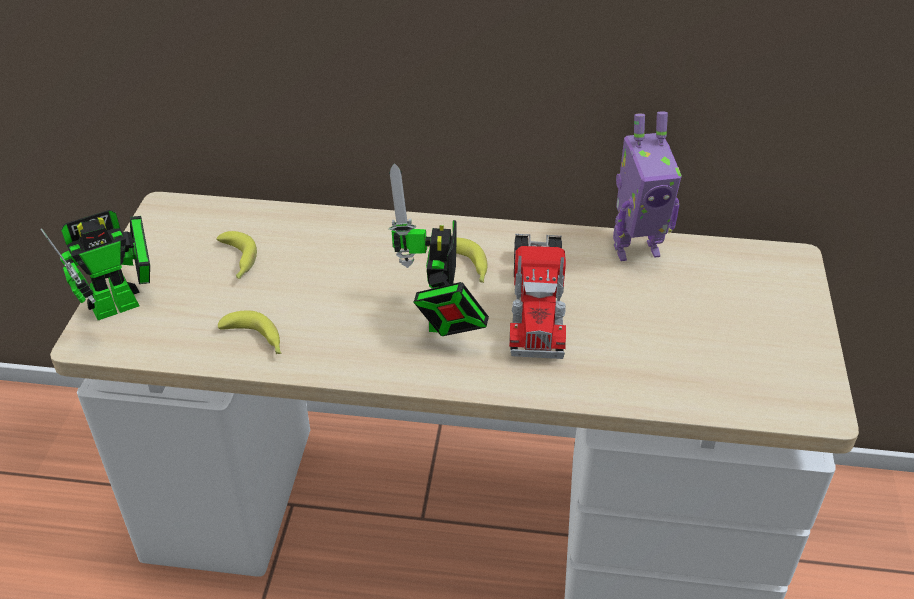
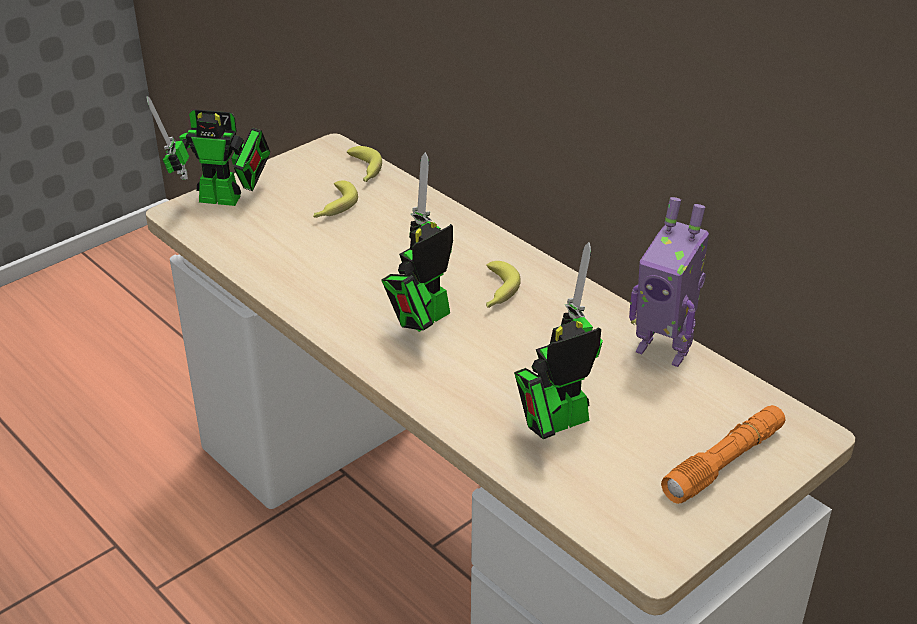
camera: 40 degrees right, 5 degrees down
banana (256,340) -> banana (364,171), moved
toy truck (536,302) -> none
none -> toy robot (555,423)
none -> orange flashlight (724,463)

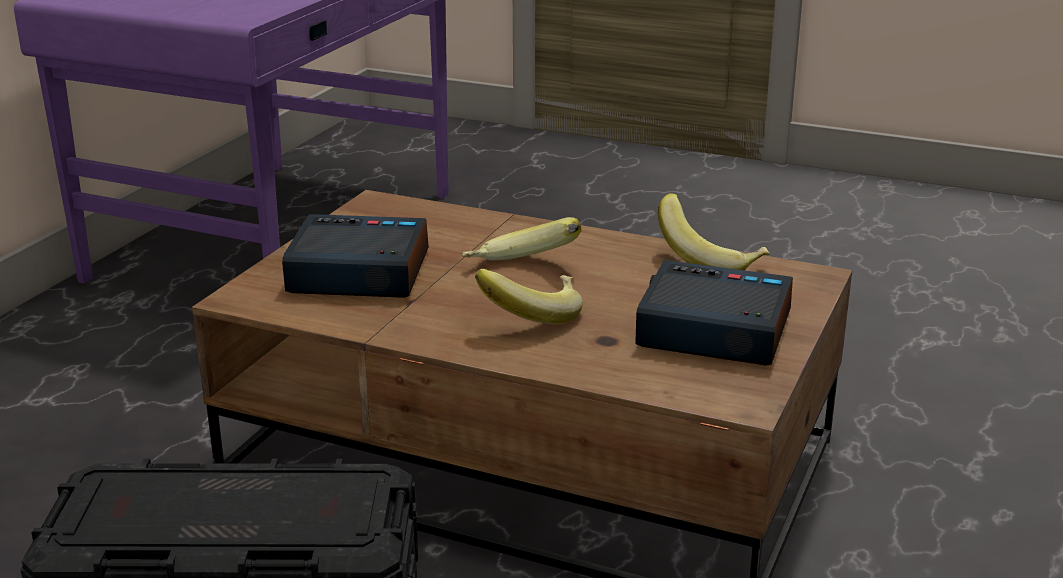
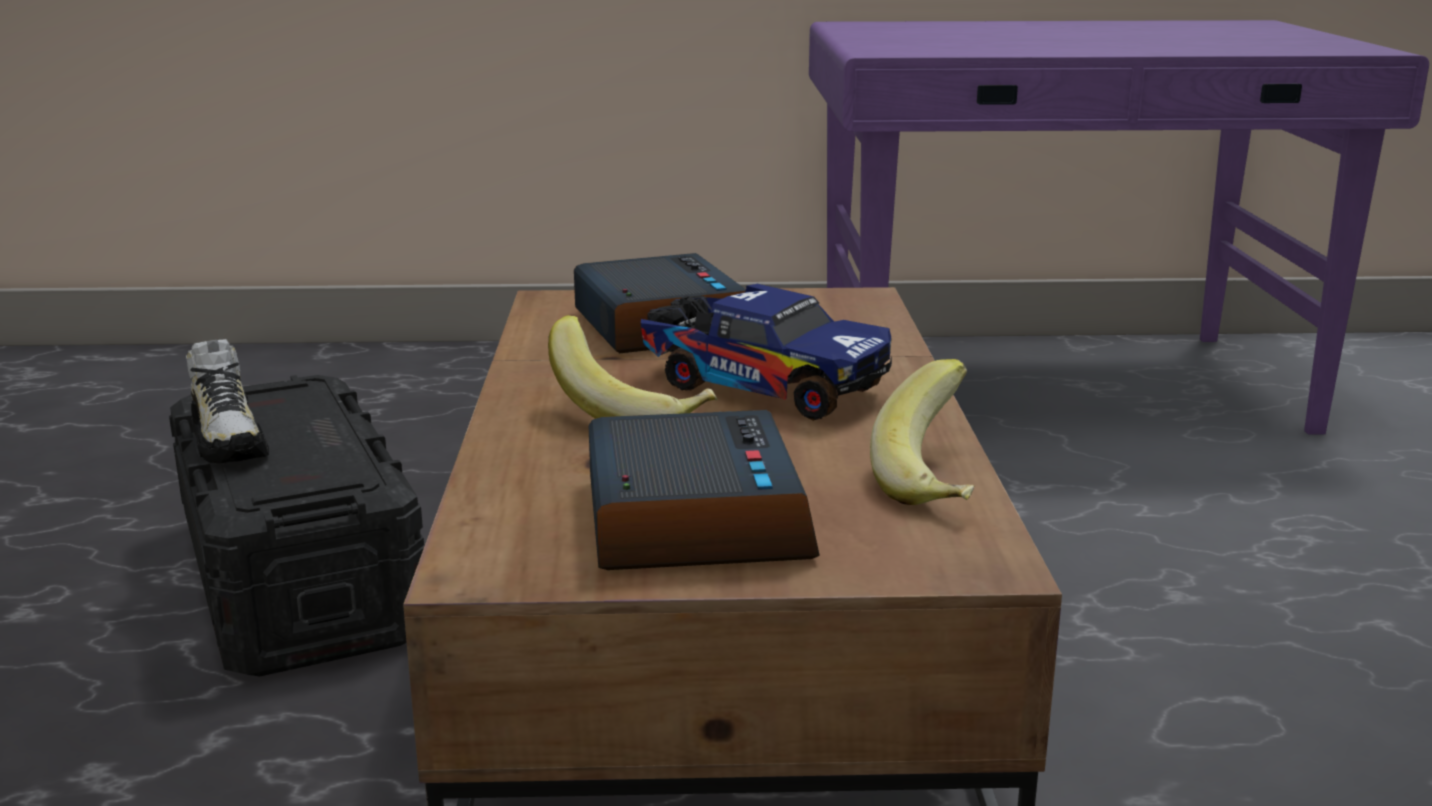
camera: 65 degrees right, 5 degrees down
banana (521,270) -> toy truck (760,387)
none -> shoe (229,443)

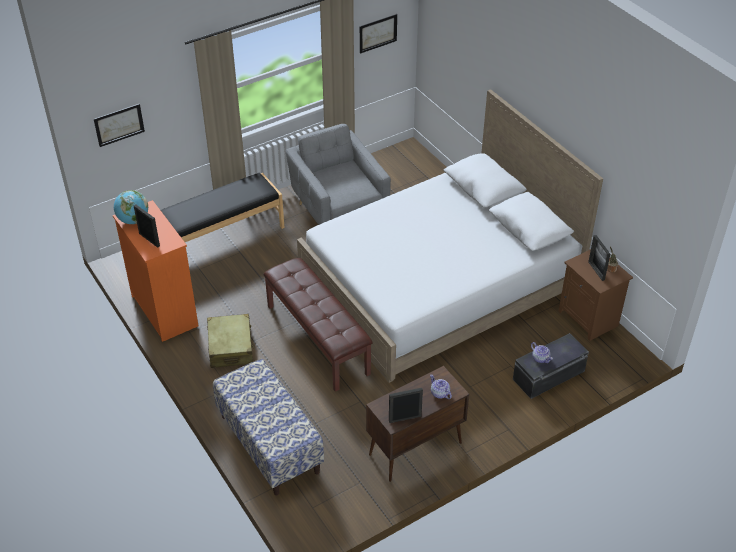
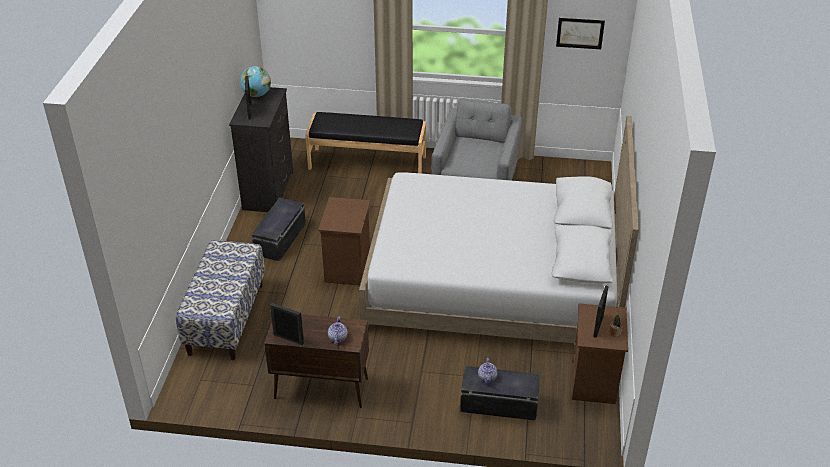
camera: 40 degrees right, 5 degrees down
picture (119,125) -> none
orange dresser (164,310) -> black dresser (269,190)
beige suitcase (231,347) -> black storage box (281,239)
brown bench (318,339) -> brown nightstand (348,269)

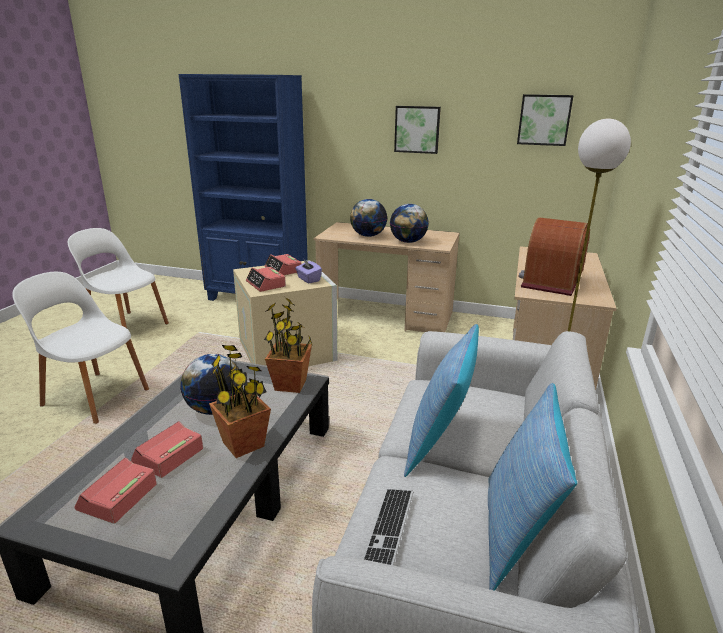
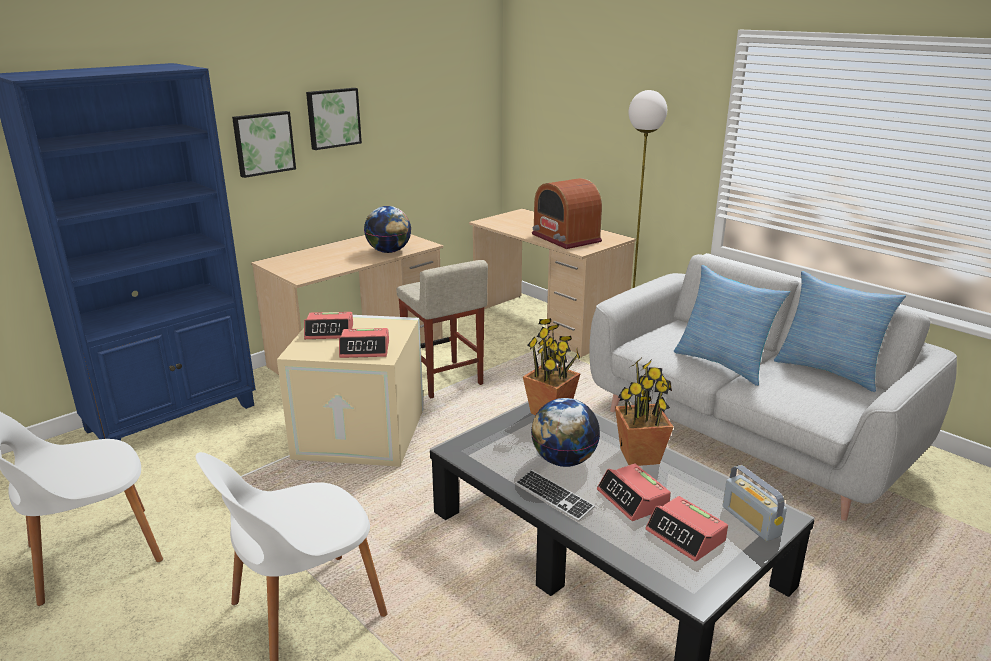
camera: 60 degrees left, 0 degrees up
purple tissue box (308,279) -> none
globe (368,236) -> none
keyboard (389,528) -> keyboard (554,497), moved
picture (544,120) -> picture (263,143), moved
none -> beige stool (443,379)
none -> radio (751,521)

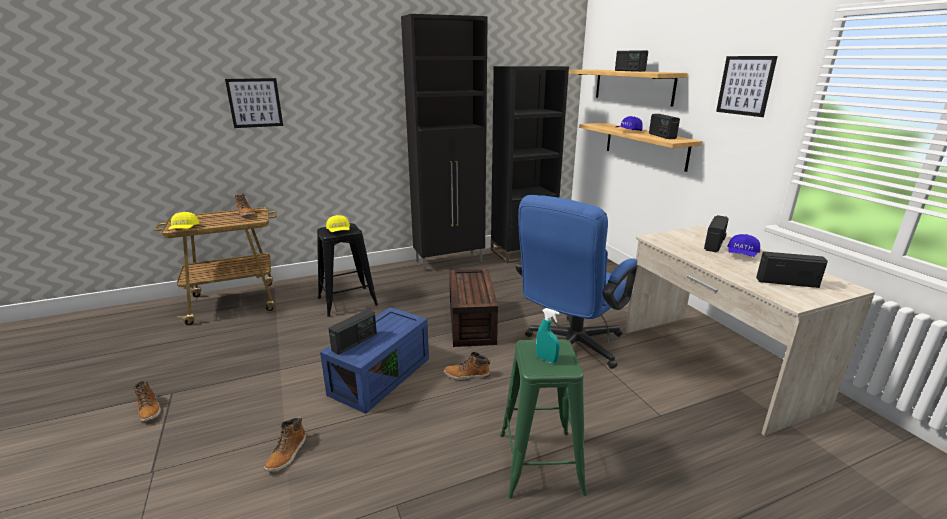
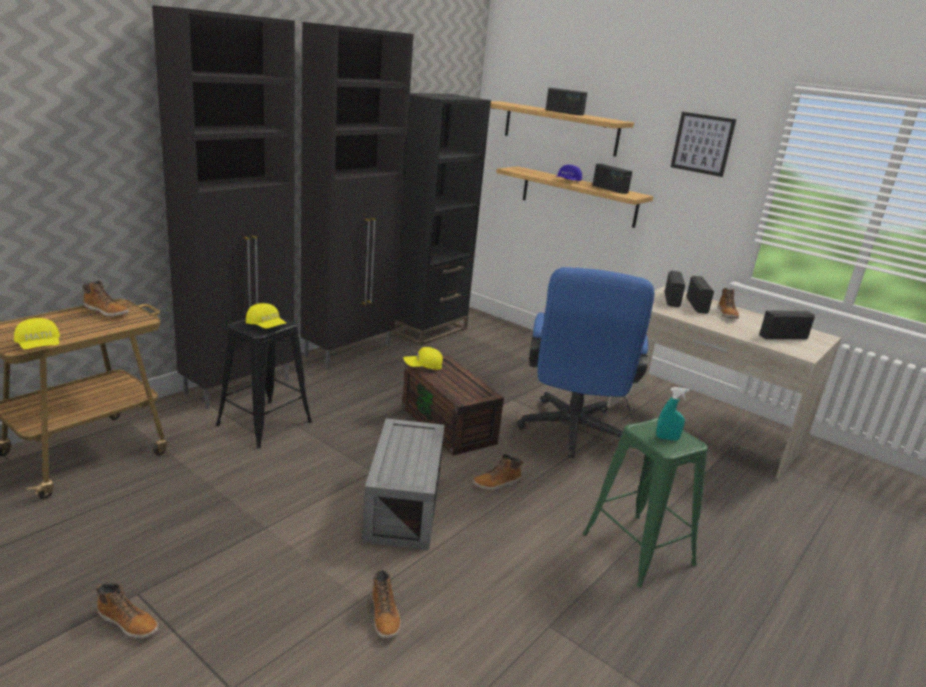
camera: 30 degrees left, 0 degrees up
picture (255,103) -> none
blue storage box (380,375) -> grey storage box (402,504)
radio (355,342) -> radio (672,299), moved
blue cap (741,255) -> boot (727,314)
none -> black cabinet (240,387)
none -> yellow cap (422,366)

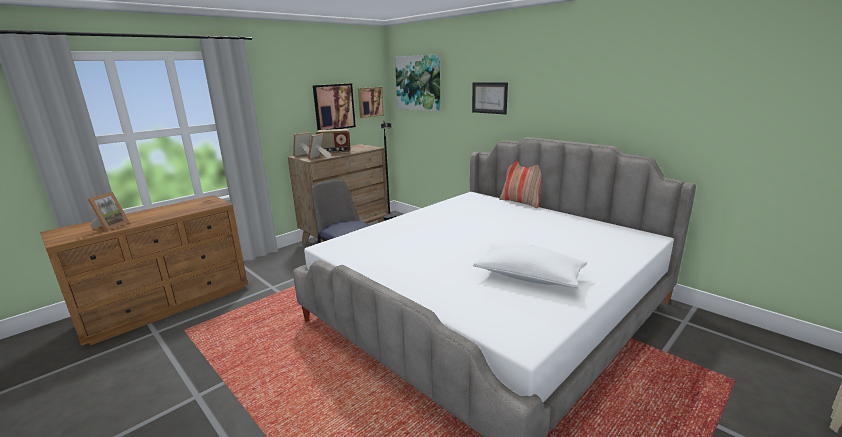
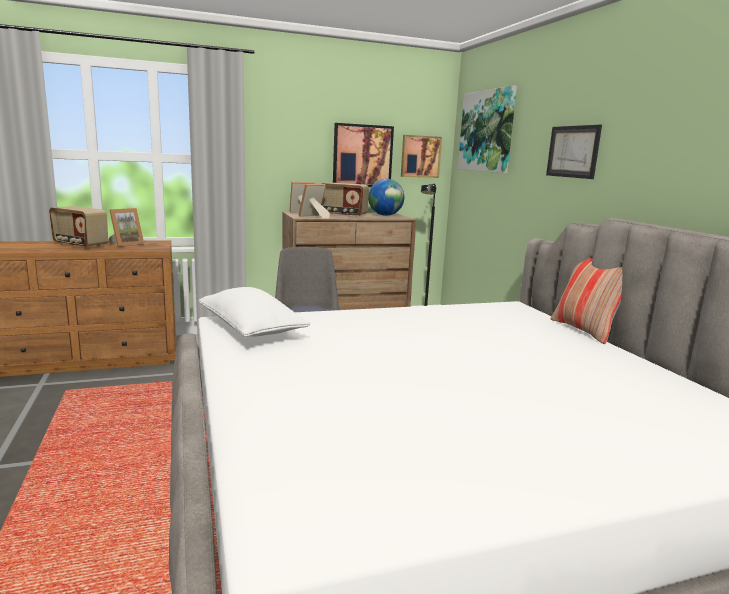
camera: 25 degrees right, 5 degrees down
picture frame (111,226) -> picture frame (126,244), moved
white pillow (529,277) -> white pillow (251,329), moved
none -> radio (80,245)
none -> globe (385,215)

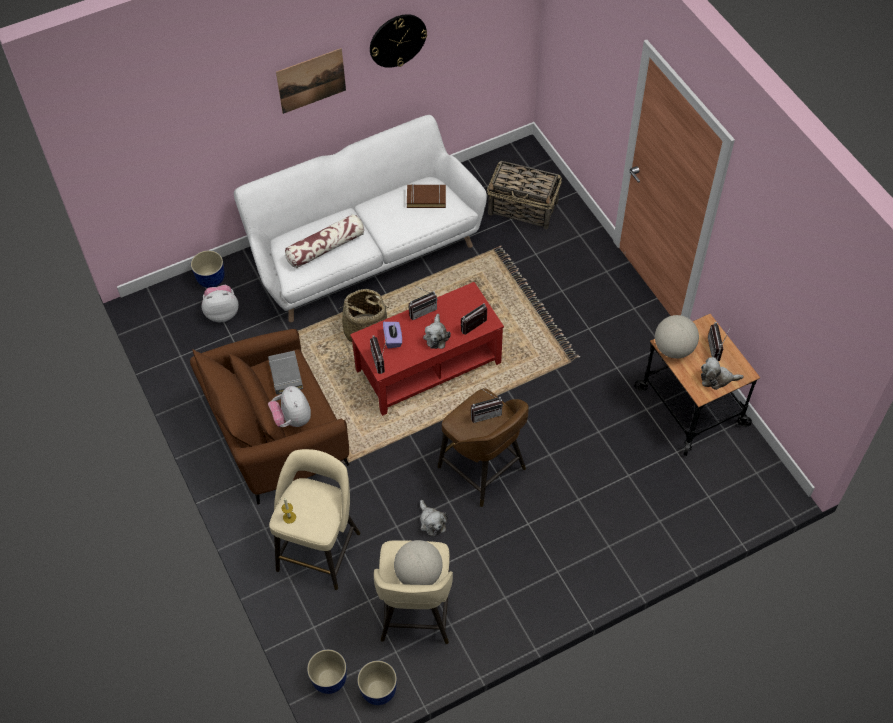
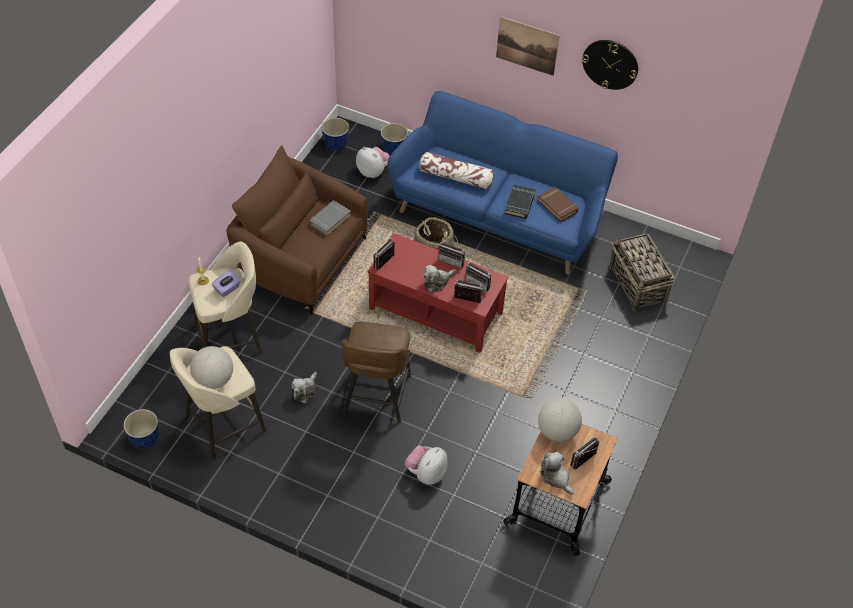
camera: 50 degrees right, 5 degrees down
white sofa (363,251) -> blue sofa (499,214)
plush toy (291,419) -> plush toy (426,473), moved
planter (329,680) -> planter (335,144), moved
purple tissue box (393,339) -> purple tissue box (227,289), moved
radio (485,413) -> radio (479,282), moved
none -> black book (519,204)

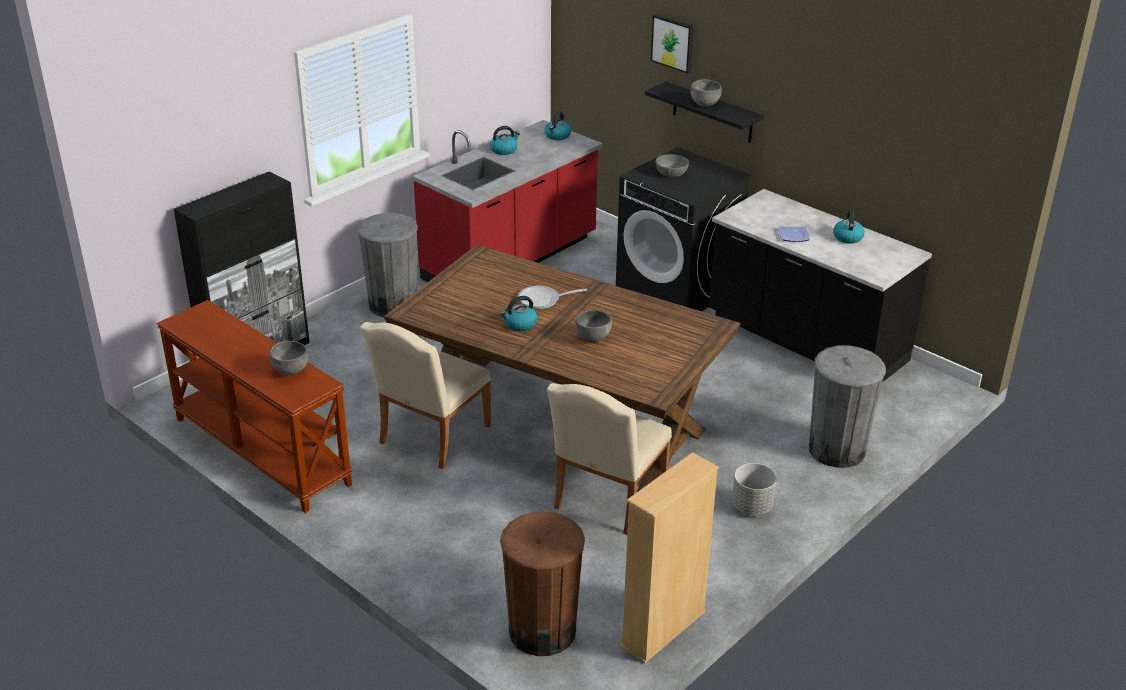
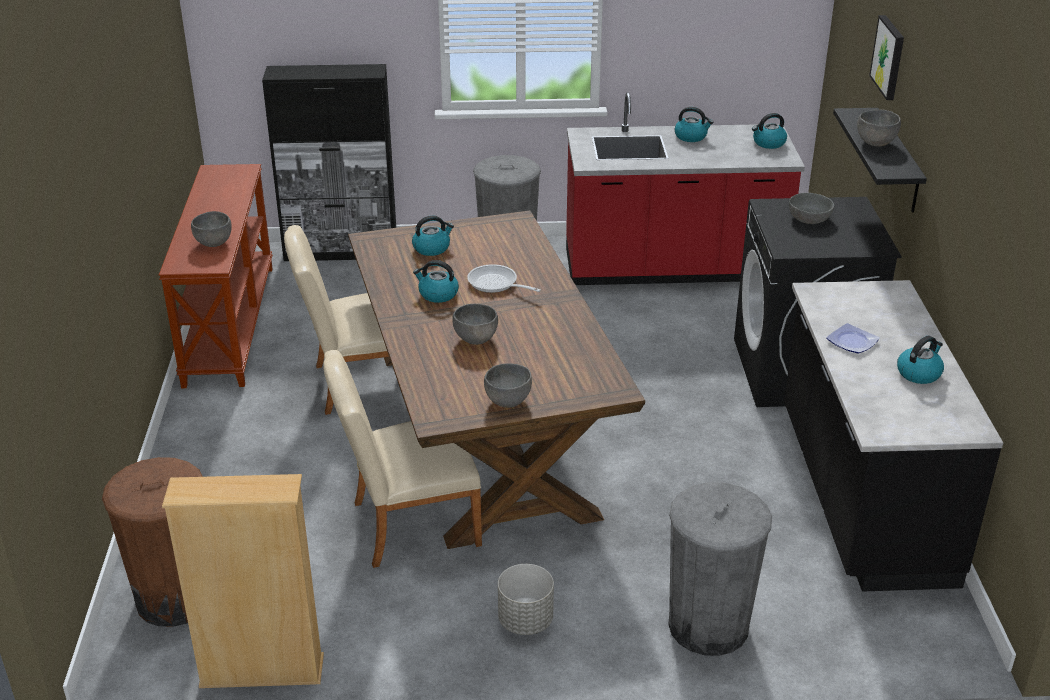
camera: 45 degrees right, 0 degrees up
none -> kettle (432,248)
none -> grey bowl (508,401)

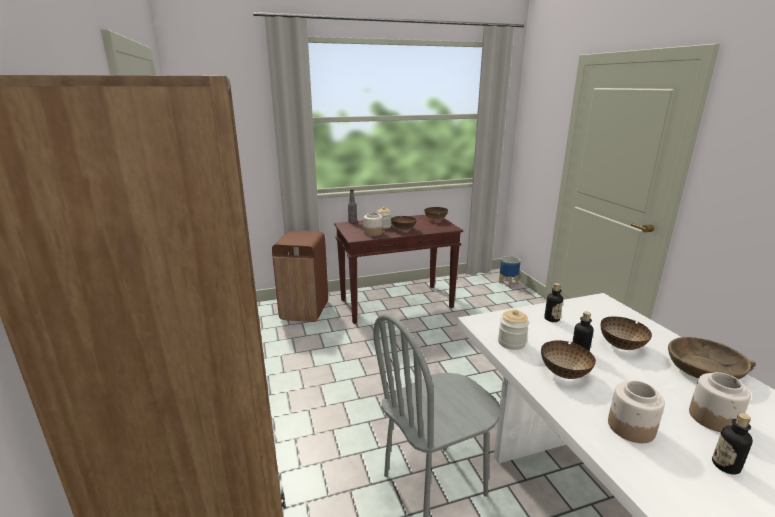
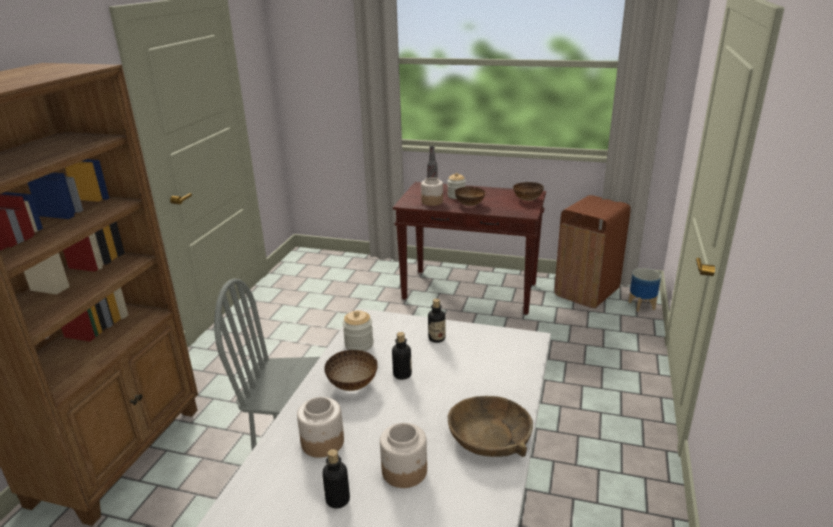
camera: 35 degrees right, 5 degrees up
brown trash can (304,311) -> brown trash can (586,292), moved
bowl (621,346) -> none

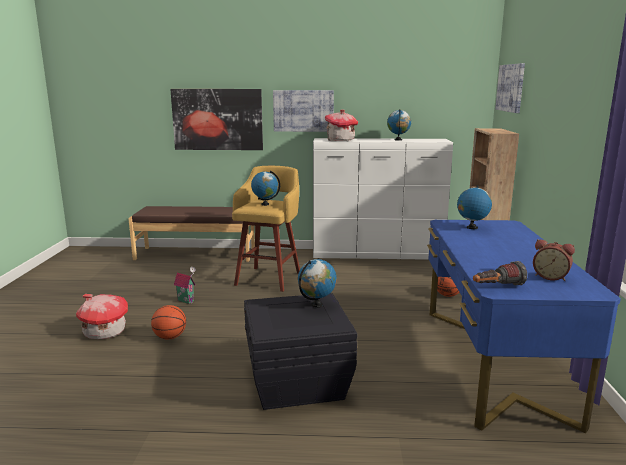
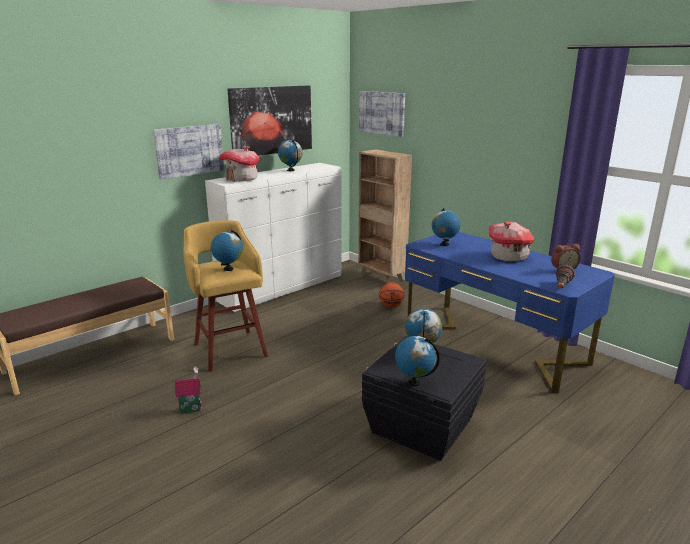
camera: 45 degrees left, 5 degrees up
toy house (104,332) -> toy house (508,256), moved
basketball (170,337) -> none
picture (217,119) -> picture (271,120), moved
none -> globe (414,382)

